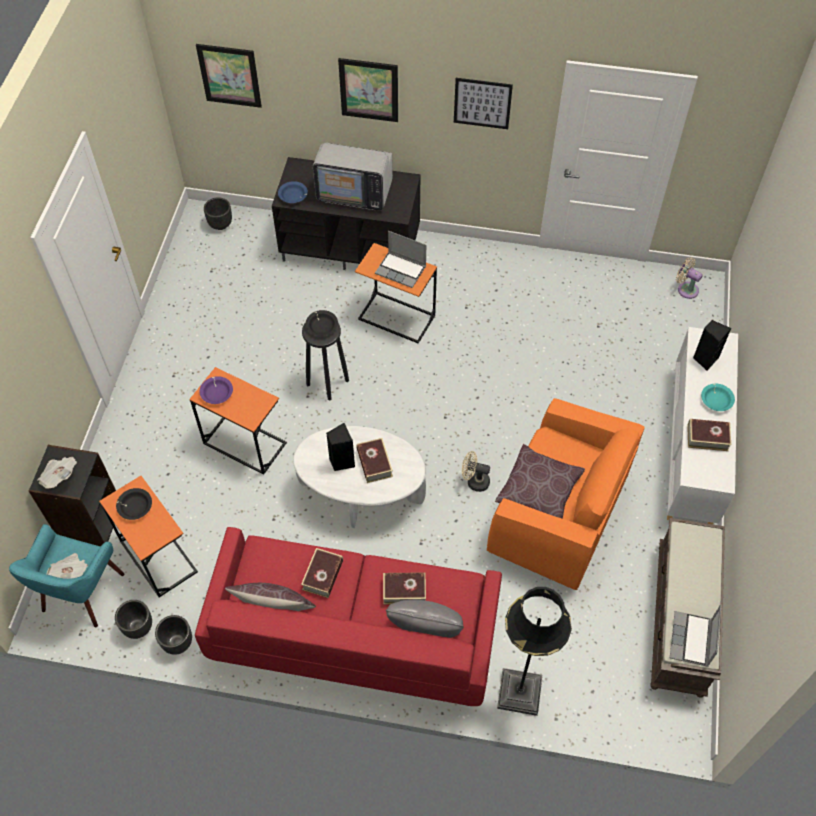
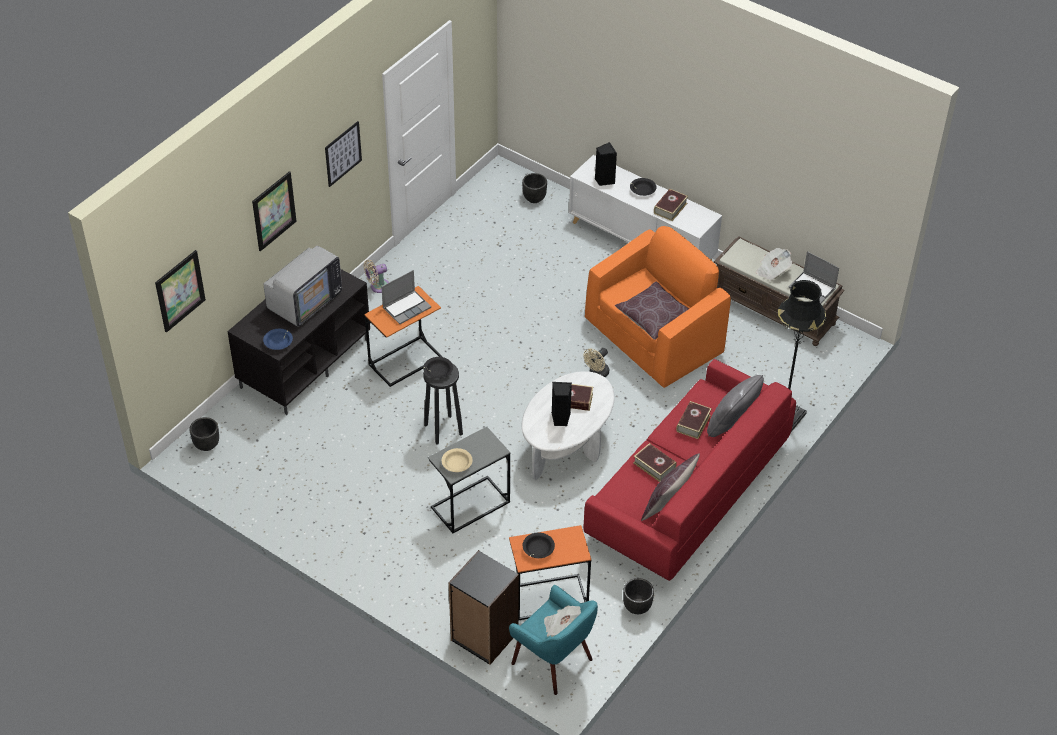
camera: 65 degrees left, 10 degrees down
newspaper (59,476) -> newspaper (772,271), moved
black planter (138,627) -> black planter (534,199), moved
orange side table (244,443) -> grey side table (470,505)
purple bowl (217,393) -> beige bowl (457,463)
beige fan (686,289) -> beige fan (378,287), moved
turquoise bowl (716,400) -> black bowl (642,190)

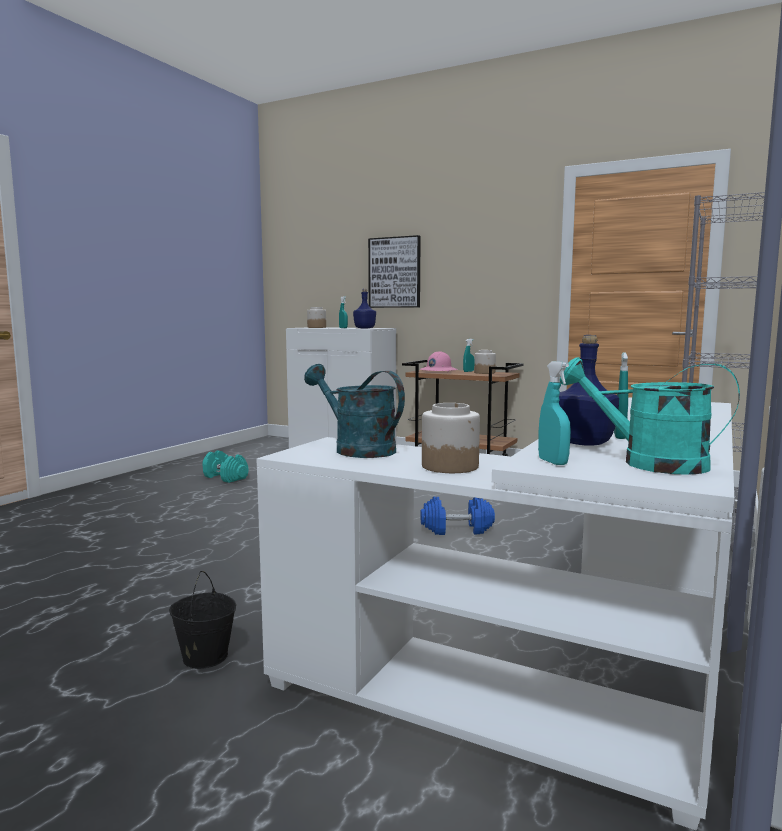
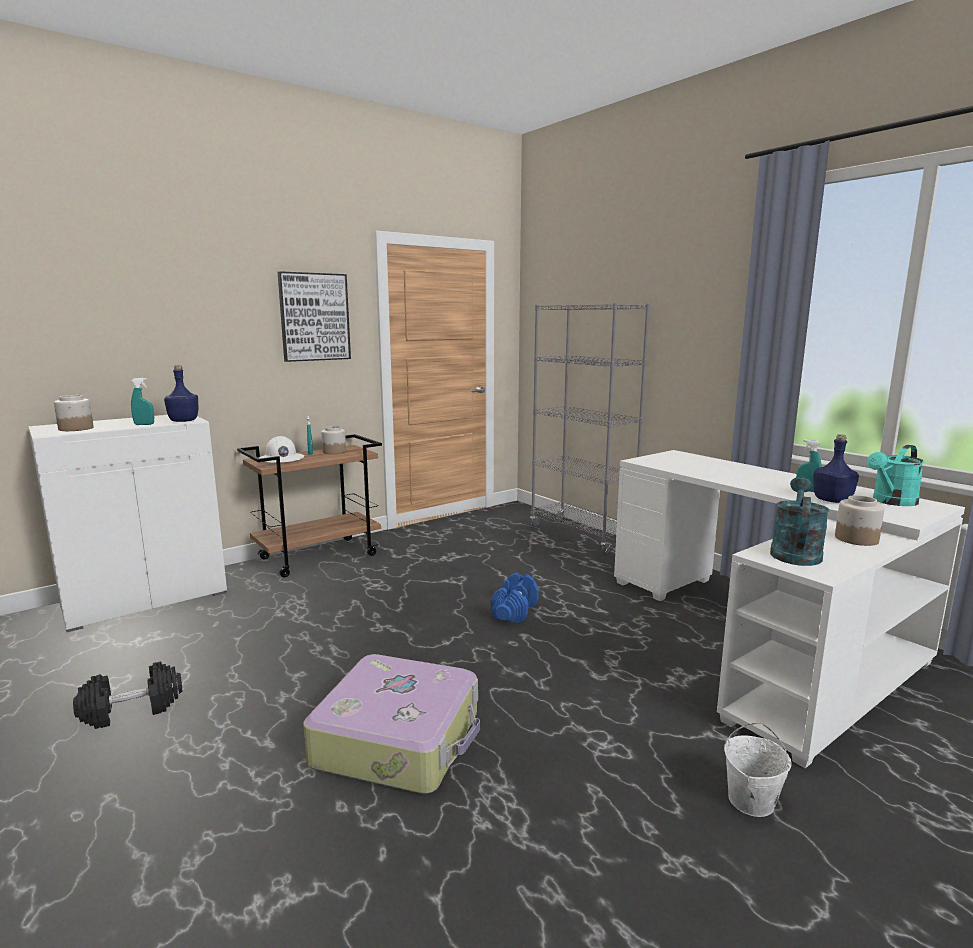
camera: 65 degrees left, 5 degrees up
black bucket (204,657) -> white bucket (750,801)
turquoise dumbbell (226,477) -> black dumbbell (132,710)
turquoise watering can (356,449) -> turquoise watering can (795,552), 135 degrees clockwise
picture (395,272) -> picture (314,317), moved
pink hard hat (438,371) -> white hard hat (281,459)
turquoise spray bottle (553,462) -> none
none -> suitcase (399,739)

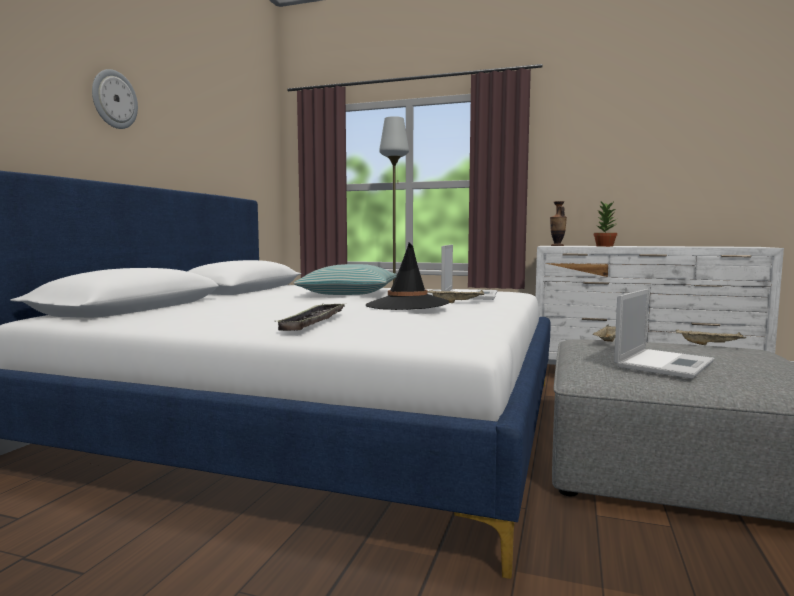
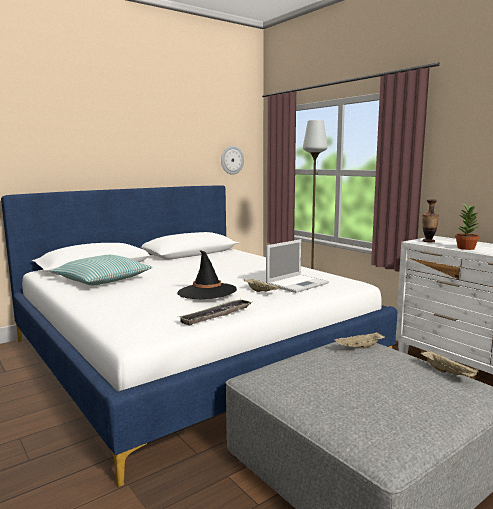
camera: 35 degrees right, 5 degrees up
wall clock (114,99) -> wall clock (232,160), moved
tray (314,321) -> tray (216,315), moved
pillow (349,293) -> pillow (102,280), moved
laptop (664,363) -> none

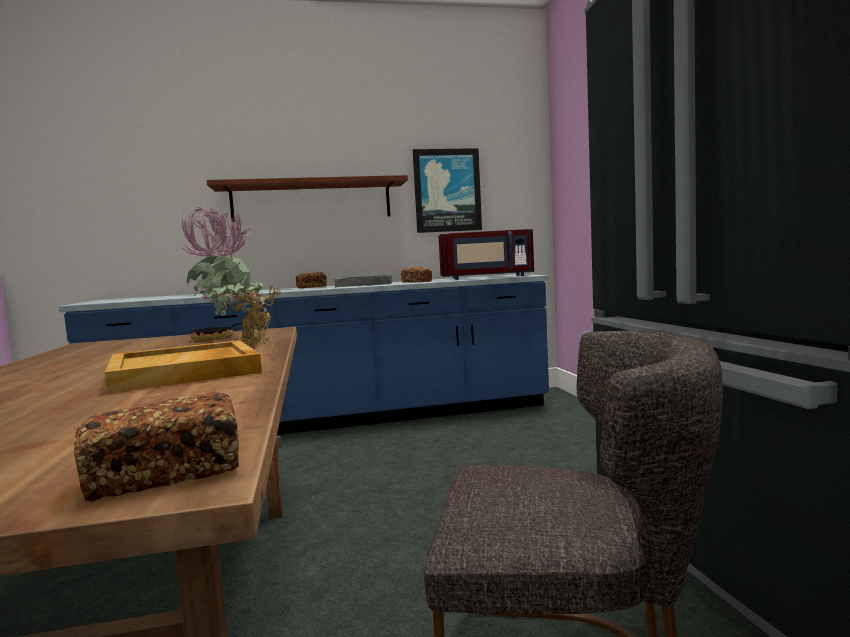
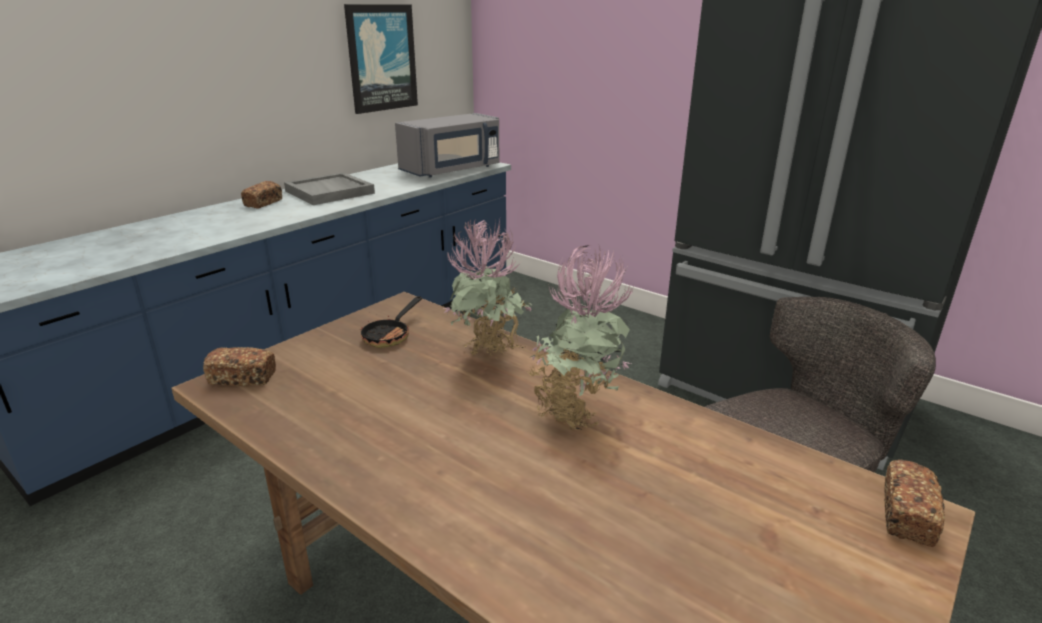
camera: 40 degrees left, 20 degrees up
beige tray (185,371) -> potted plant (574,412)
brown shelf (311,201) -> none
bread (417,282) -> bread (243,378), moved
red microwave (486,277) -> grey microwave (453,170)

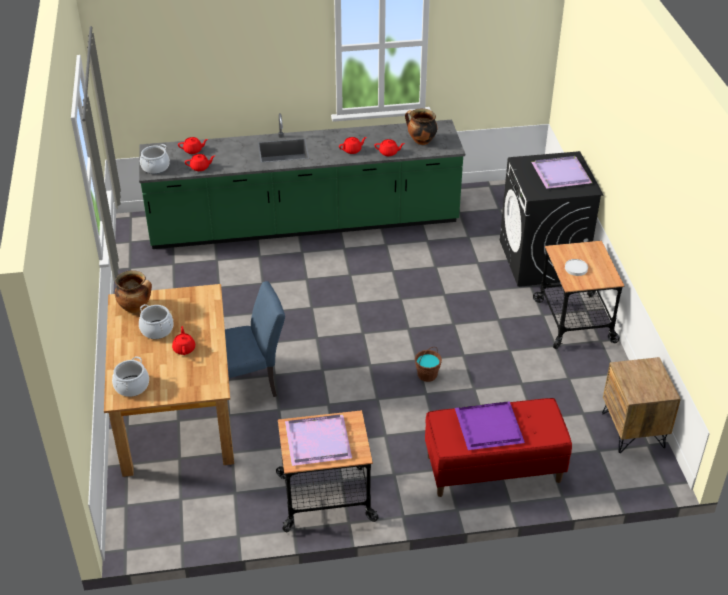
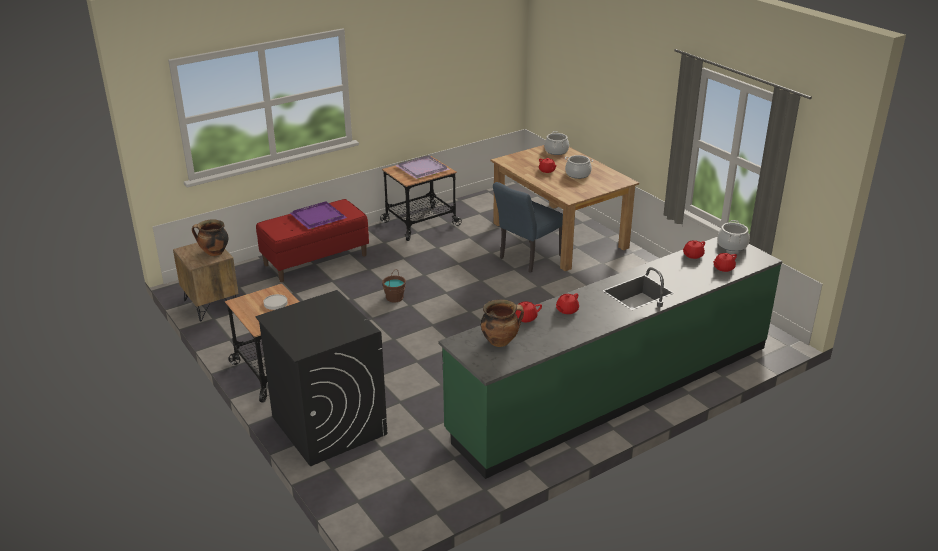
camera: 155 degrees right, 10 degrees down
cooking pot (136,307) -> cooking pot (214,253), moved
purple tray (562,174) -> none

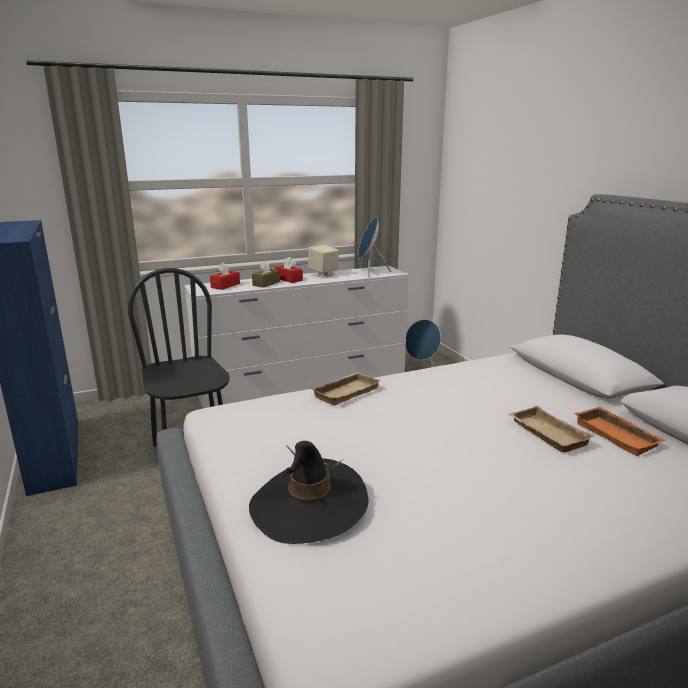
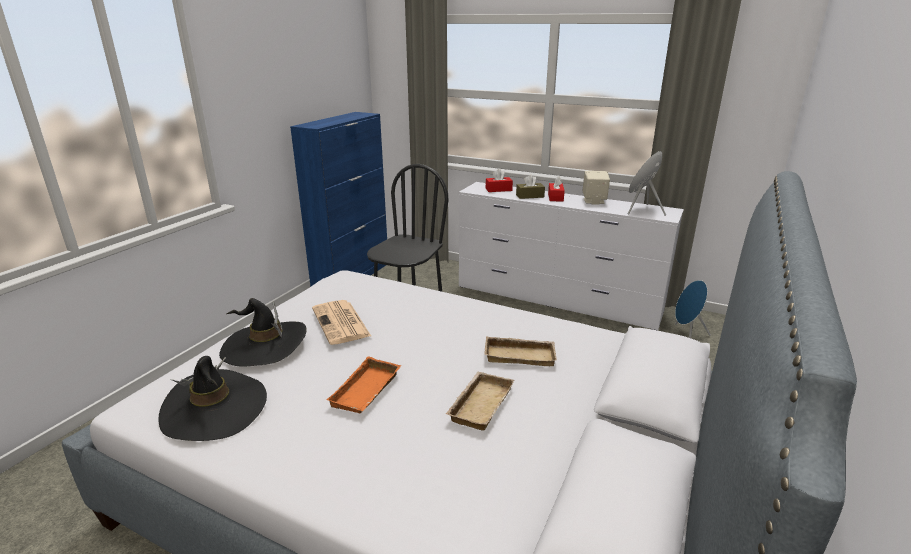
camera: 50 degrees right, 5 degrees up
beige tray (345,392) -> beige tray (520,355), moved
orange tray (618,435) -> orange tray (367,391), moved
none -> black hat (214,409)
none -> newspaper (341,323)

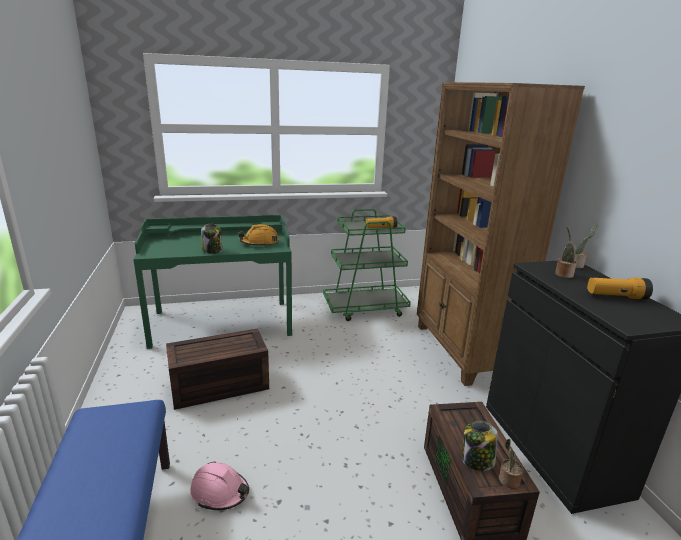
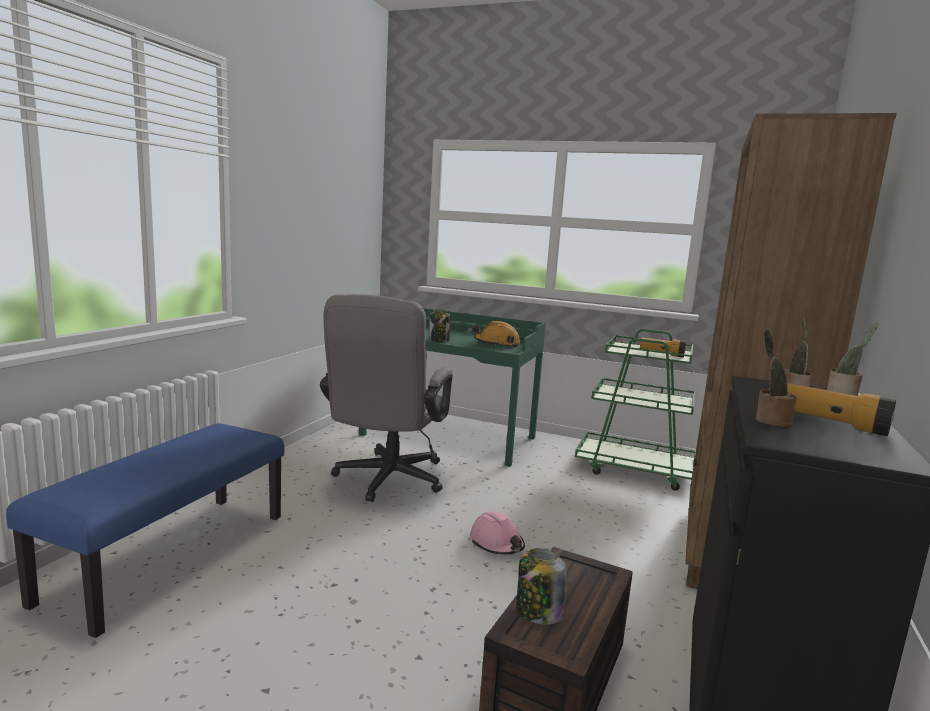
camera: 35 degrees right, 10 degrees down
brown storage box (218,386) -> grey office chair (386,481)
pink hard hat (220,492) -> pink hard hat (496,544), moved
potted plant (507,480) -> potted plant (770,421), moved

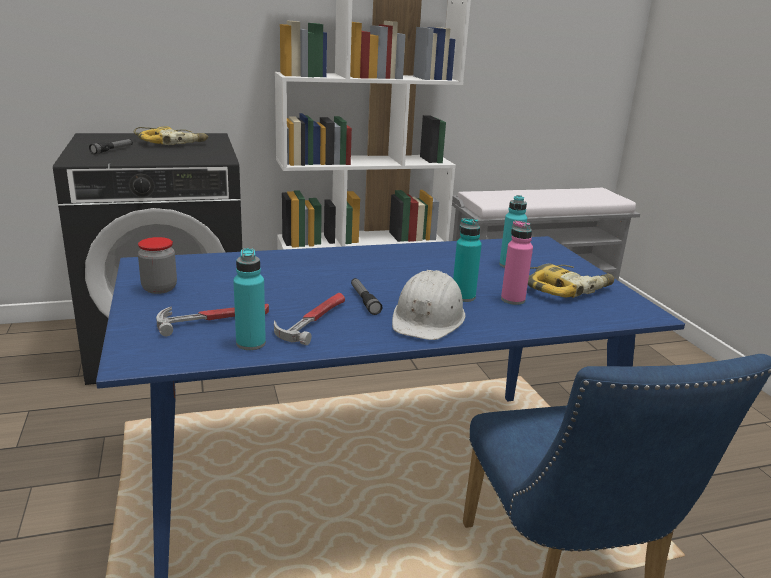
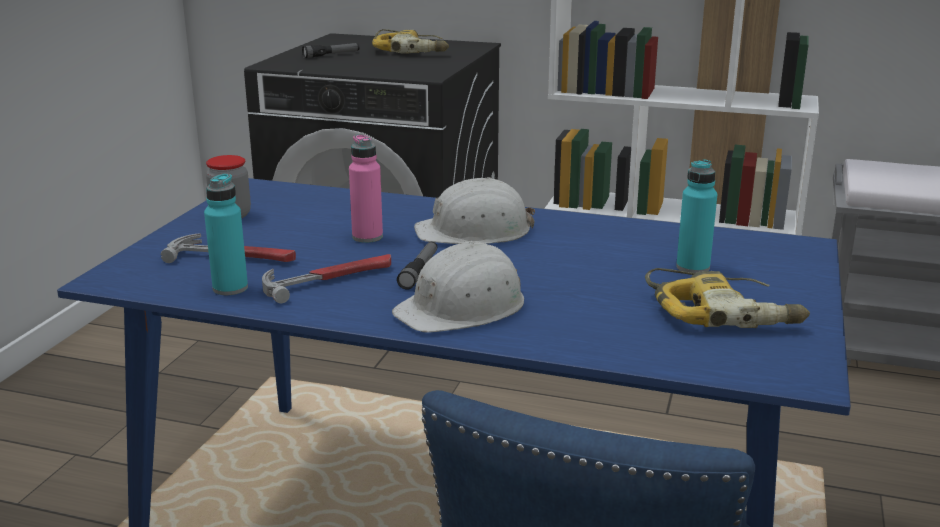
camera: 35 degrees right, 0 degrees up
turquoise bottle (463,297) -> none
pink bottle (512,300) -> pink bottle (367,237), moved
none -> white hard hat (475,231)

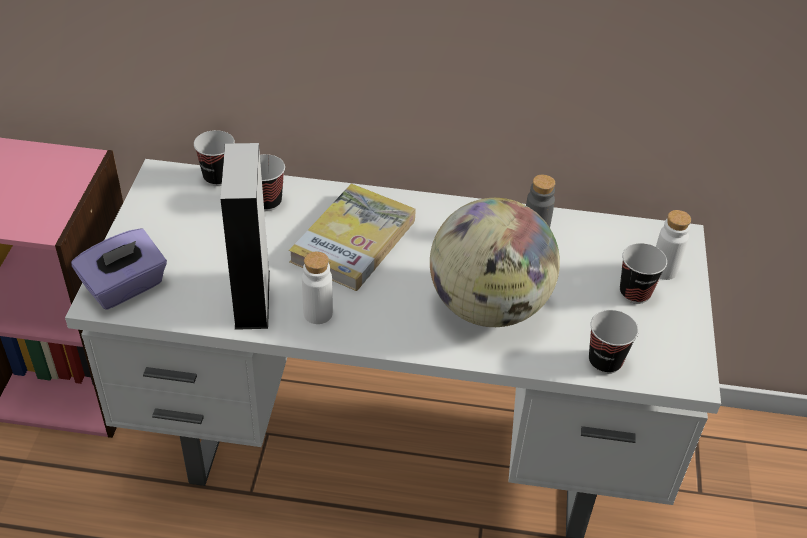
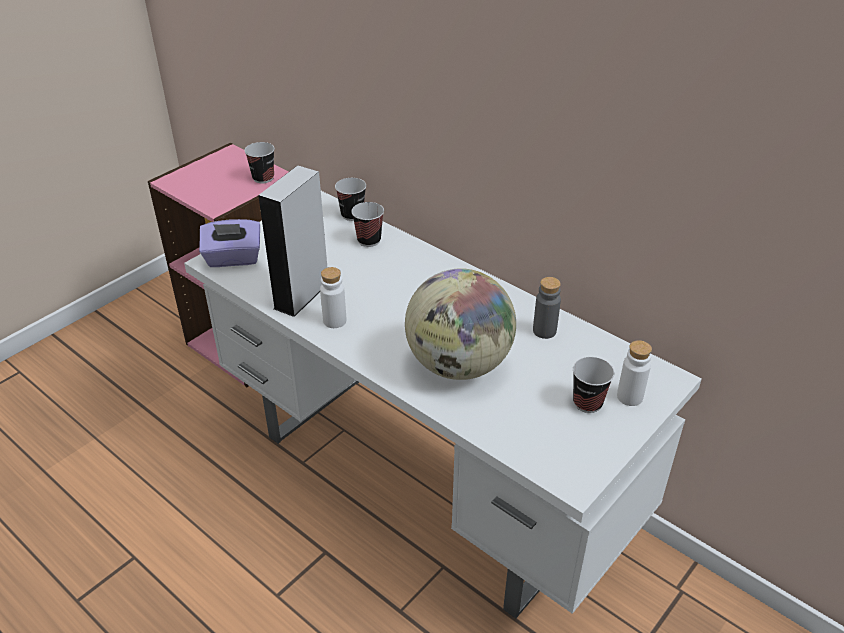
camera: 35 degrees right, 5 degrees down
book (353,241) -> none
cup (605,361) -> cup (263,178), moved

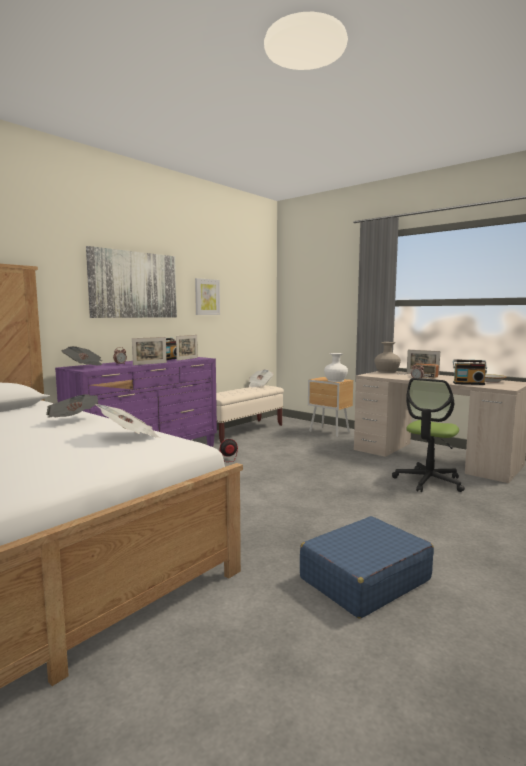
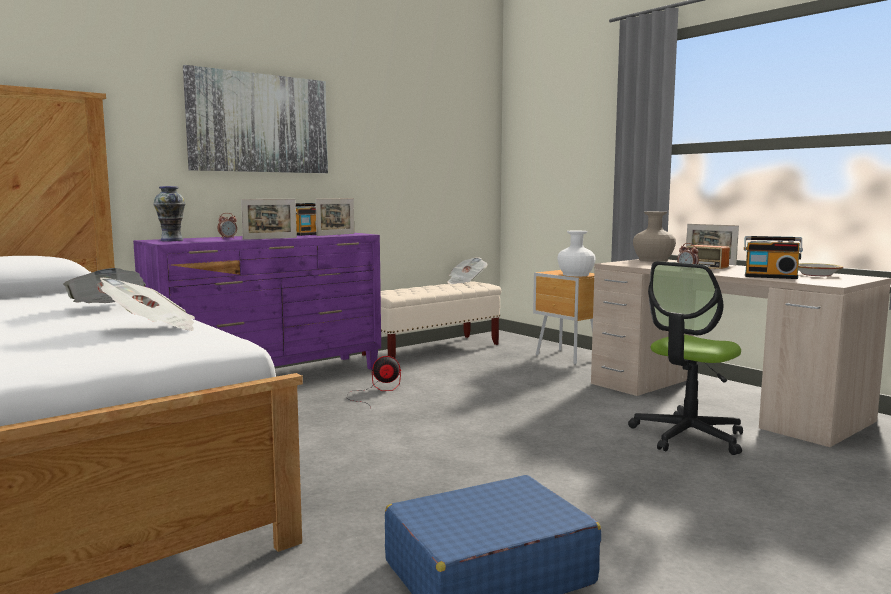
camera: 10 degrees right, 0 degrees up
newspaper (84,367) -> vase (172,240)
picture (207,297) -> none

